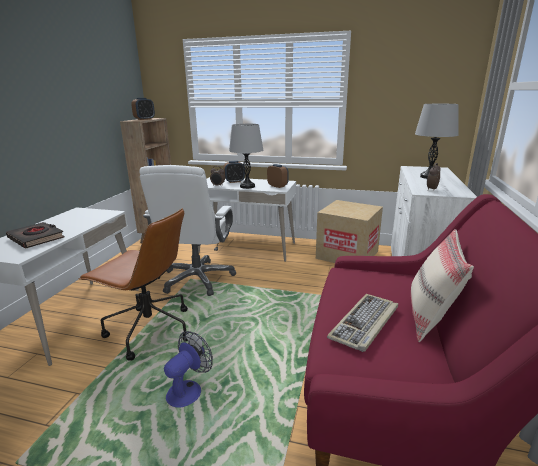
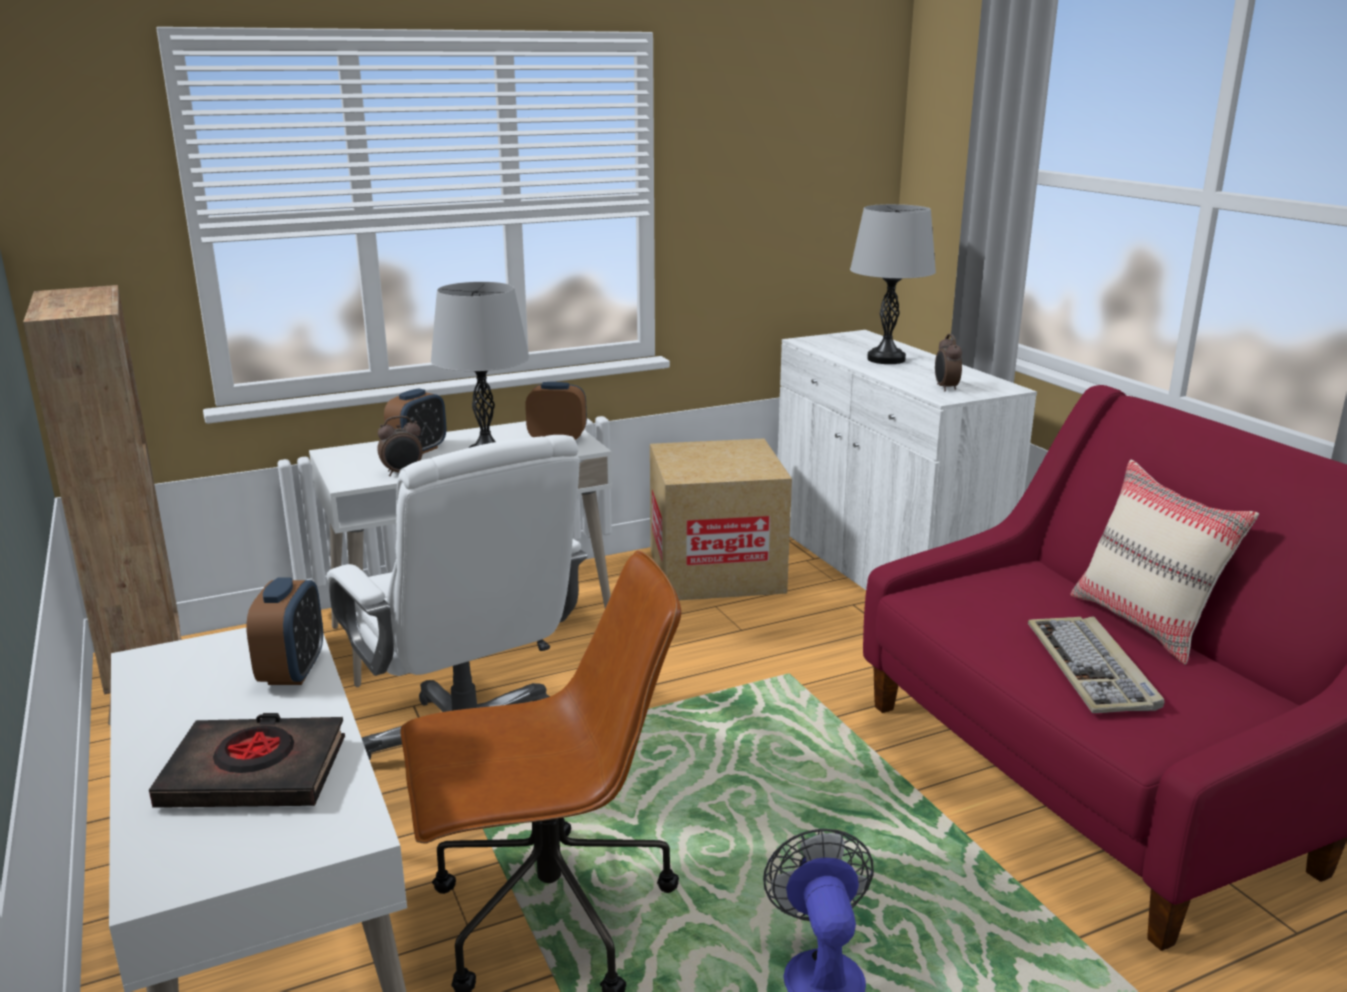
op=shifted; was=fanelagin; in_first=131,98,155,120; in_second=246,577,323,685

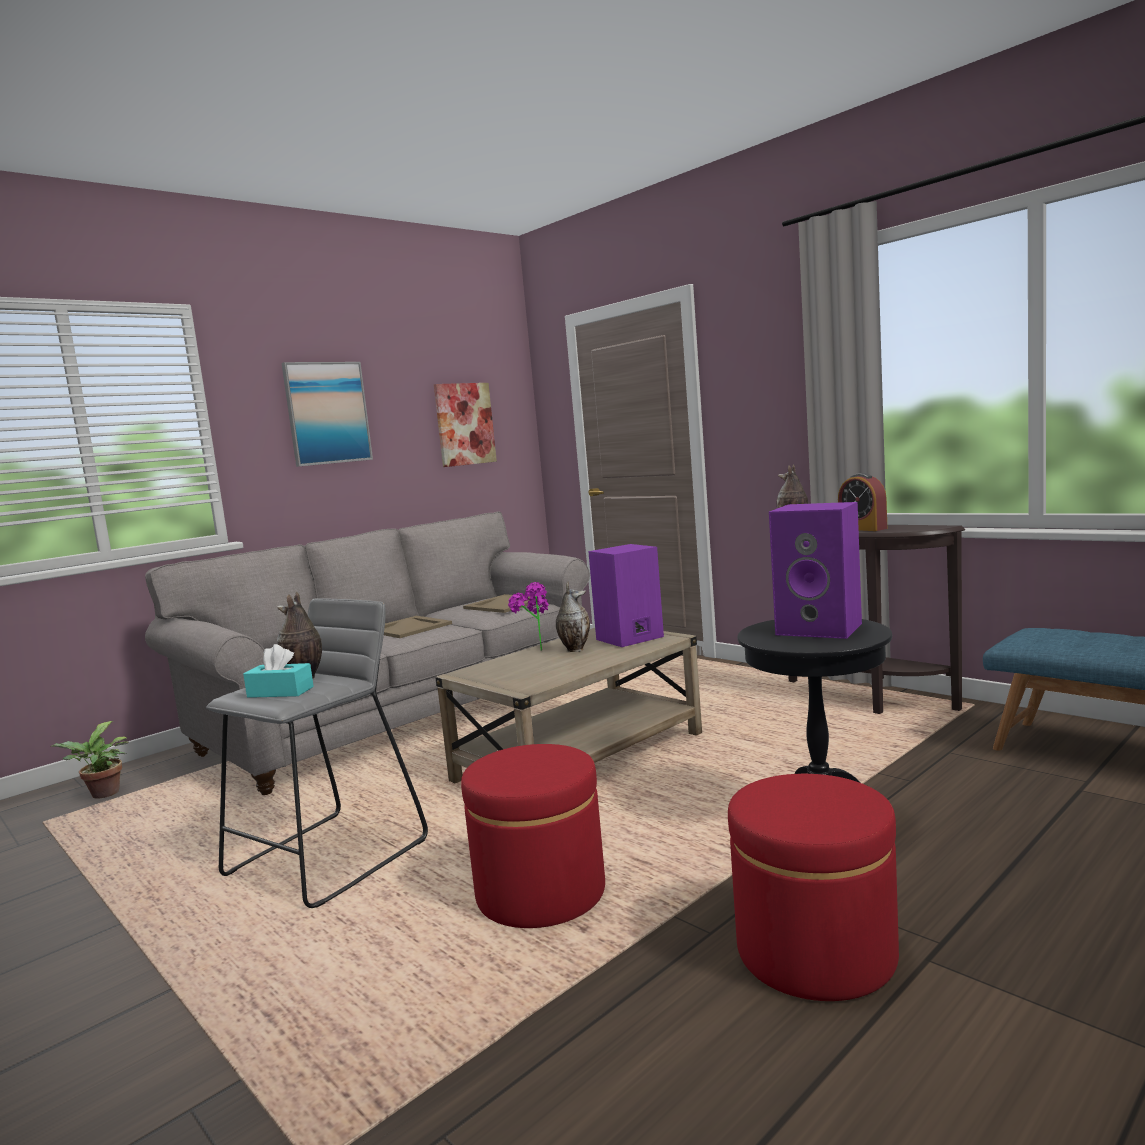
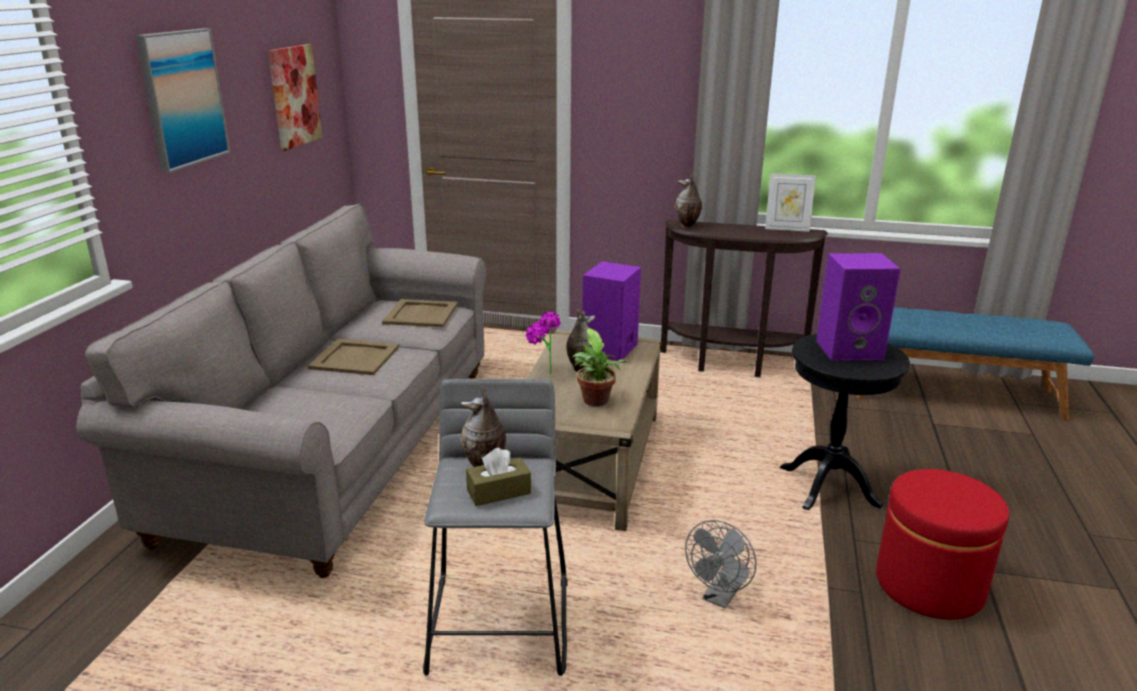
op=shifted; was=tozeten; in_first=50,721,129,799; in_second=572,328,631,406
op=repainted; was=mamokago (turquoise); now=mamokago (brown); in_first=243,644,314,698; in_second=466,448,531,506
op=swapped; was=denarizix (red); now=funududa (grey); in_first=461,744,605,928; in_second=685,520,757,609
op=gone; was=fanelagin; in_first=838,473,887,531
op=new; now=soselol; in_second=765,173,816,232

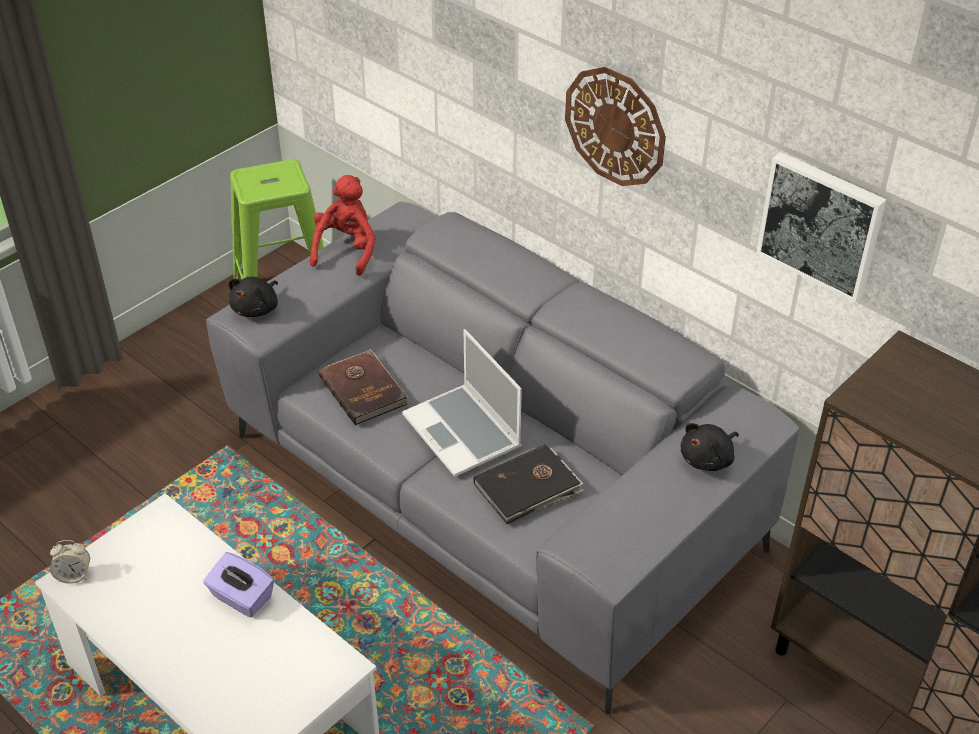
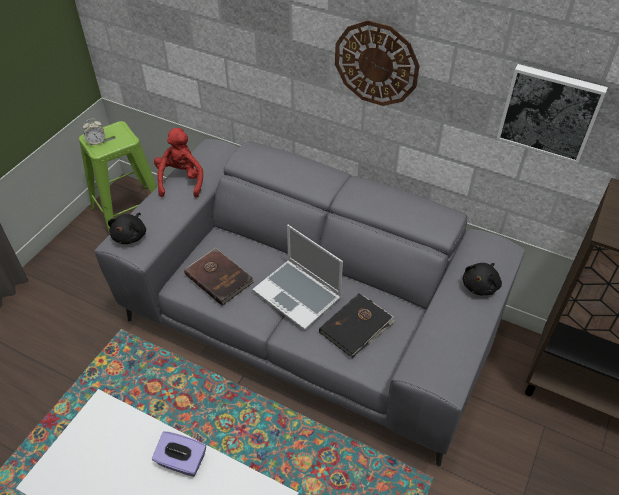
op=shifted; was=fanelagin; in_first=50,540,90,584; in_second=83,119,105,145

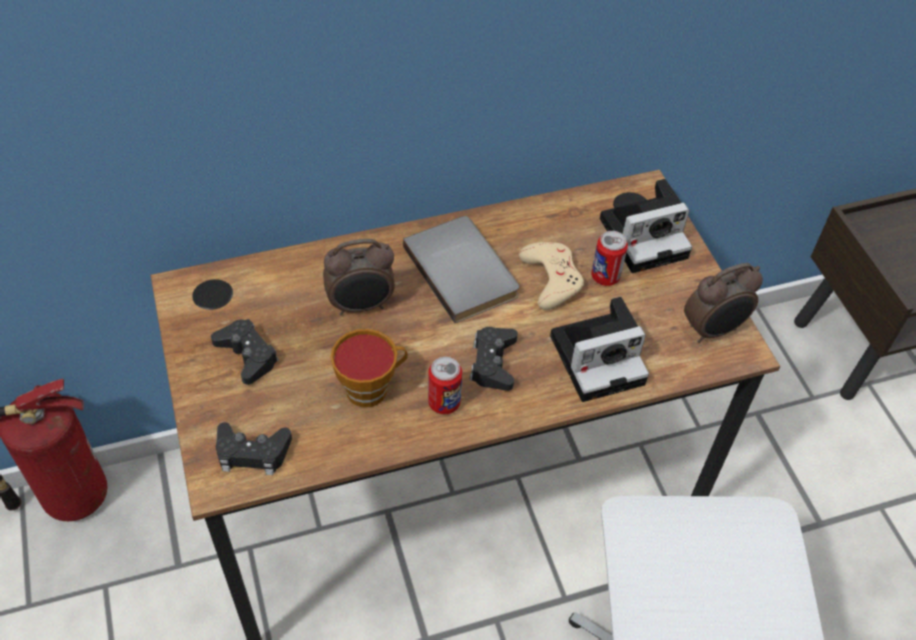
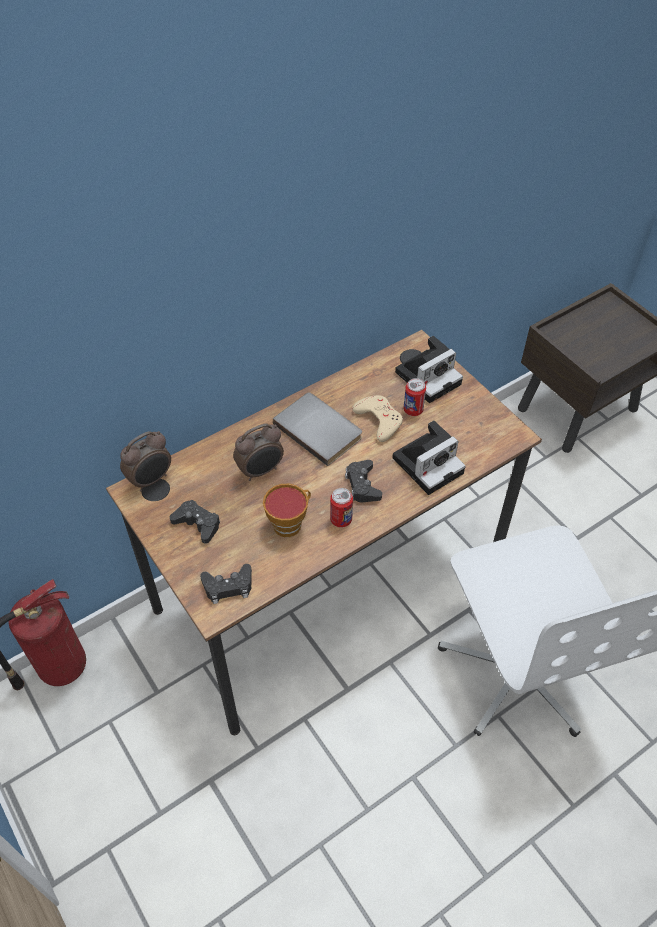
op=shifted; was=fanelagin; in_first=684,263,763,343; in_second=120,431,171,491

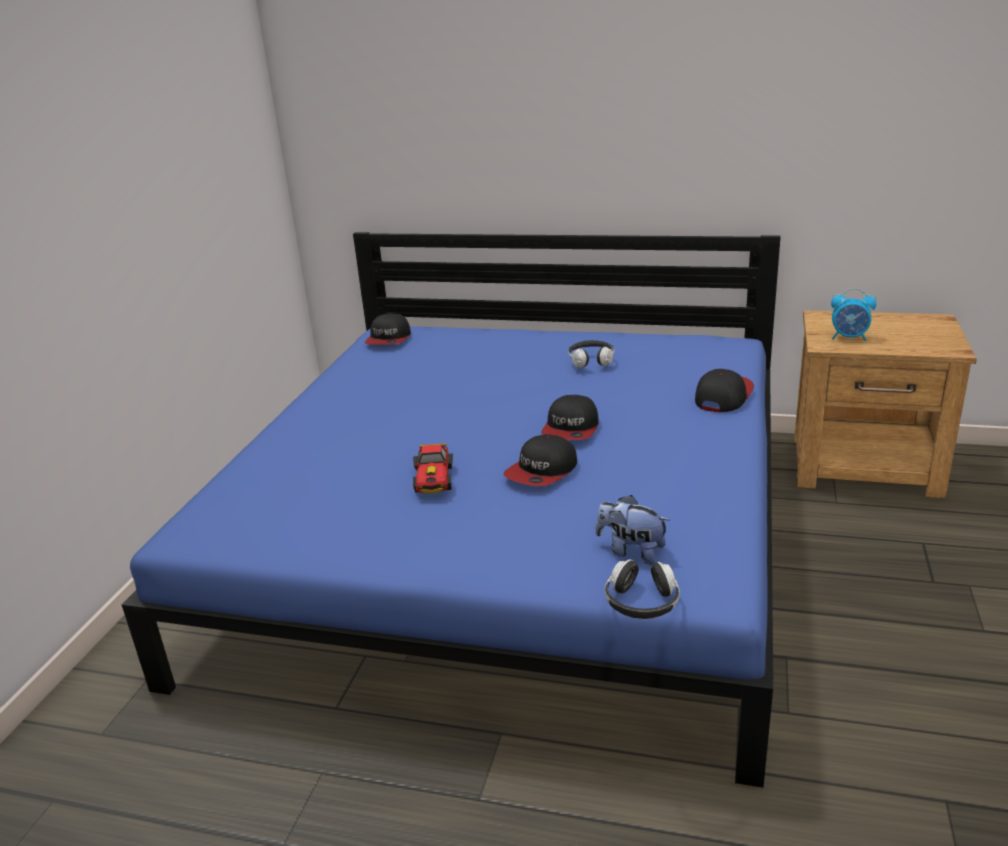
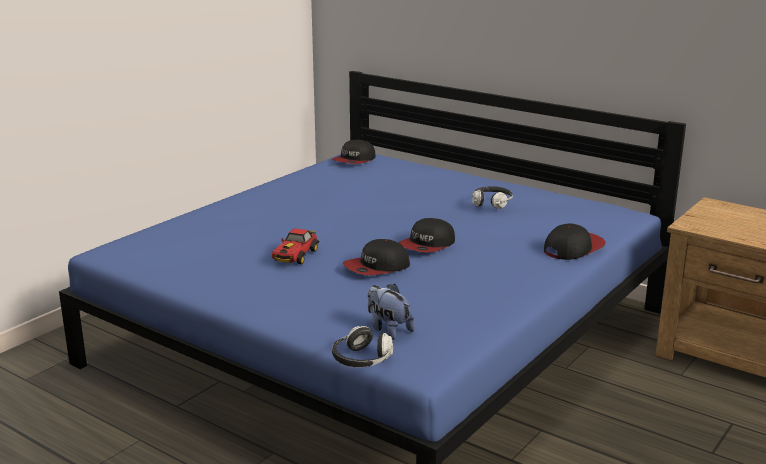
op=gone; was=fanelagin; in_first=831,288,876,341

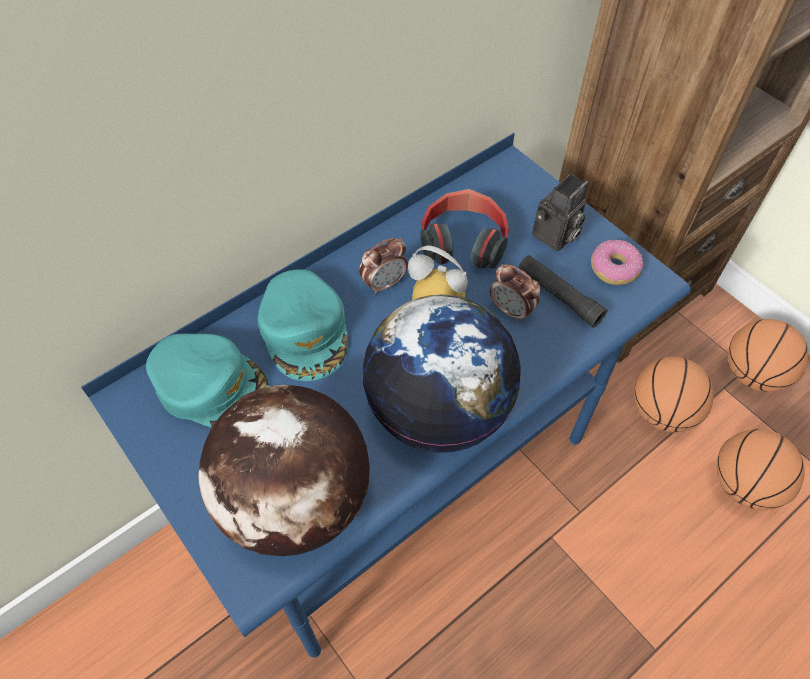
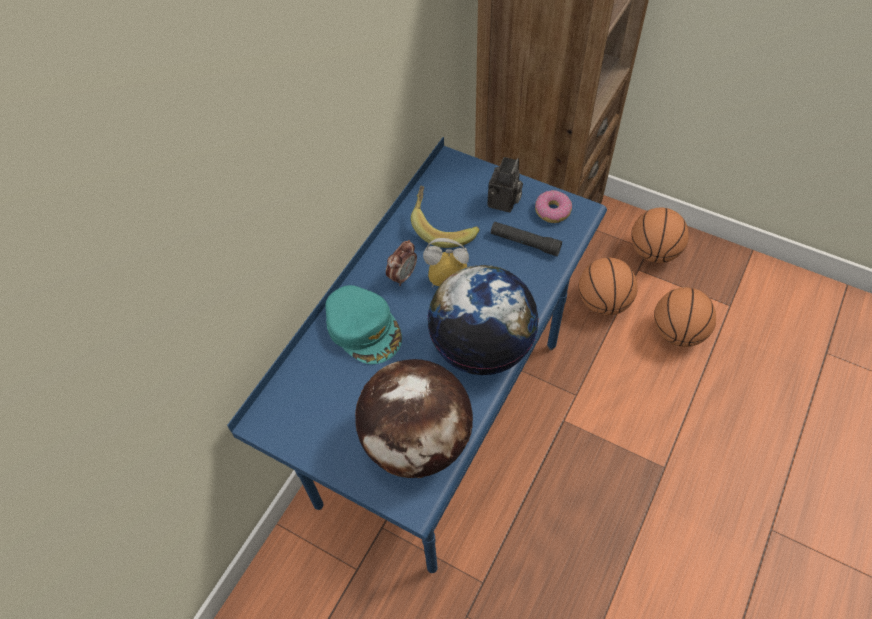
op=gone; was=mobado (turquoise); in_first=146,334,270,427
op=swapped; was=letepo; now=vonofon; in_first=421,189,509,269; in_second=411,186,480,248
op=gone; was=fanelagin; in_first=490,264,541,322

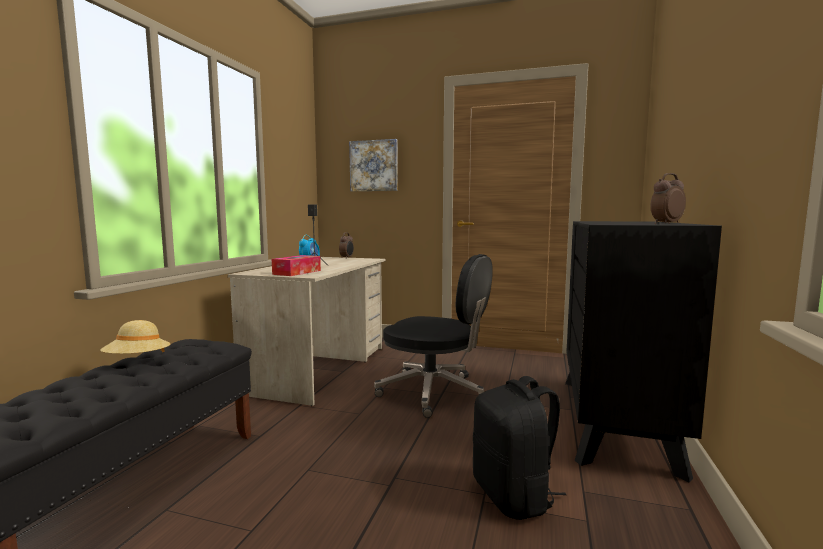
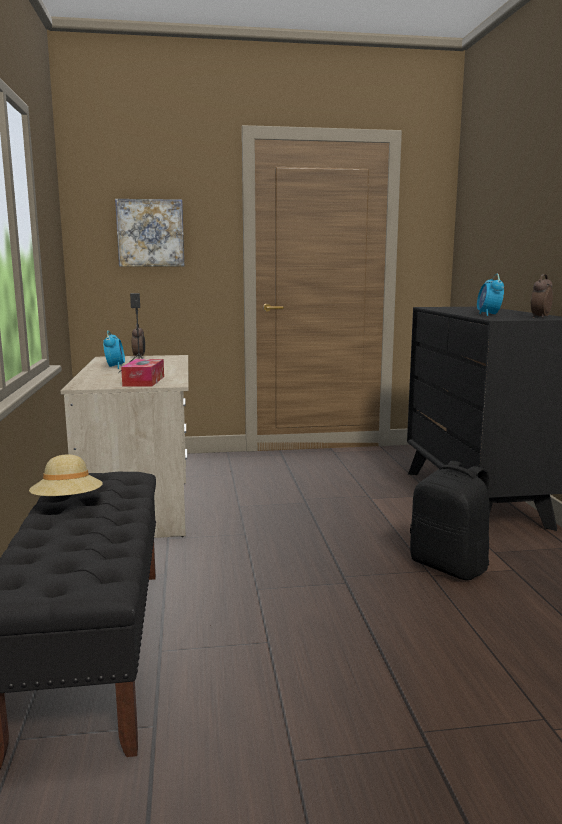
op=gone; was=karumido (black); in_first=374,254,493,418
op=new; now=fanelagin; in_second=477,274,504,316

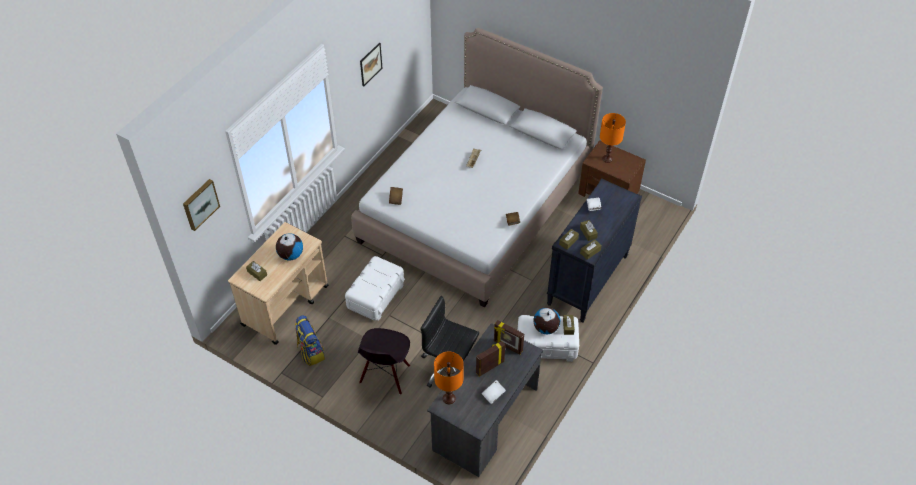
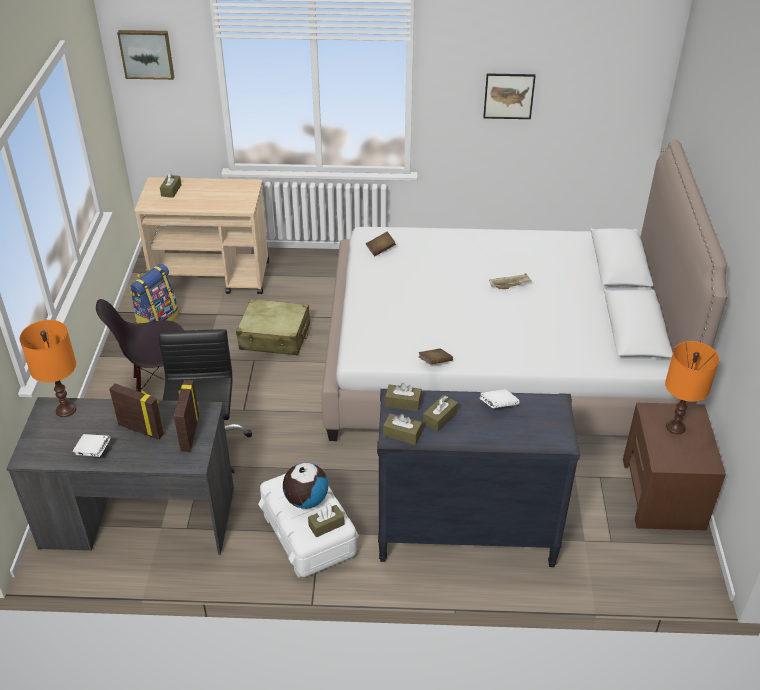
op=gone; was=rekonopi; in_first=276,233,303,260
op=swapped; was=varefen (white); now=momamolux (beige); in_first=345,256,405,321; in_second=236,299,310,355

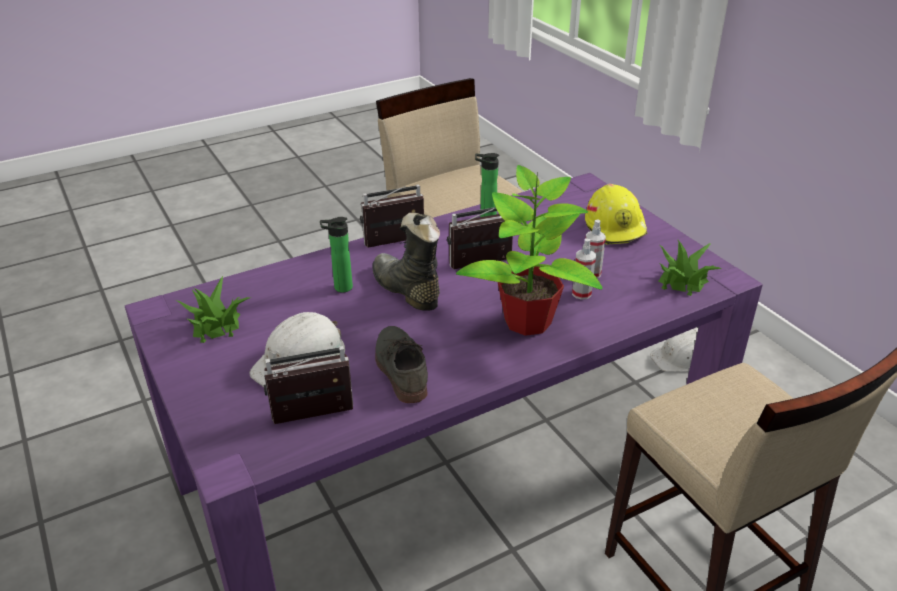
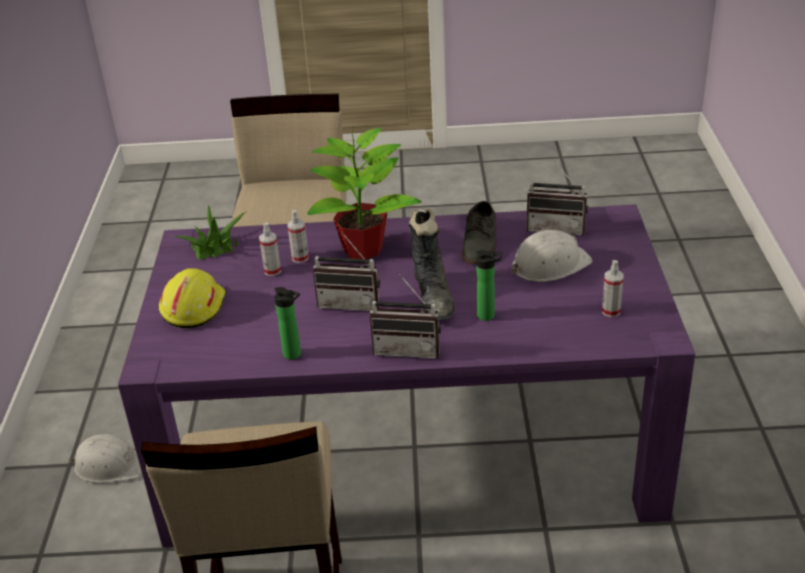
op=swapped; was=tozeten; now=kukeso; in_first=175,276,251,343; in_second=602,260,624,317

